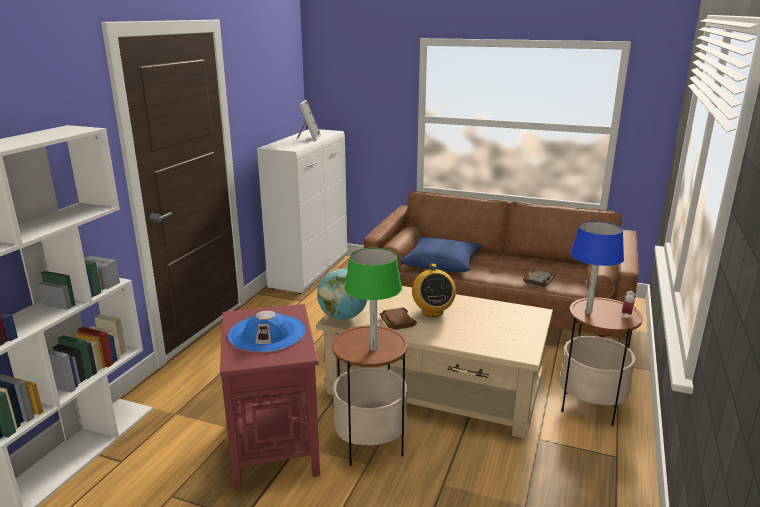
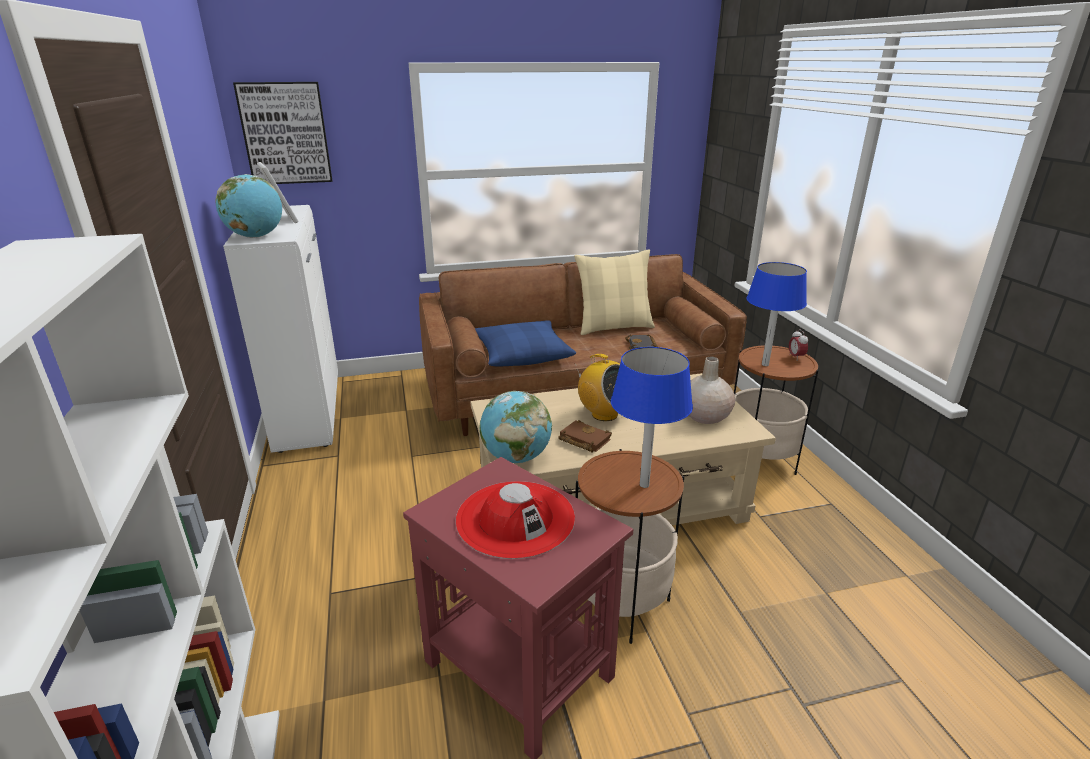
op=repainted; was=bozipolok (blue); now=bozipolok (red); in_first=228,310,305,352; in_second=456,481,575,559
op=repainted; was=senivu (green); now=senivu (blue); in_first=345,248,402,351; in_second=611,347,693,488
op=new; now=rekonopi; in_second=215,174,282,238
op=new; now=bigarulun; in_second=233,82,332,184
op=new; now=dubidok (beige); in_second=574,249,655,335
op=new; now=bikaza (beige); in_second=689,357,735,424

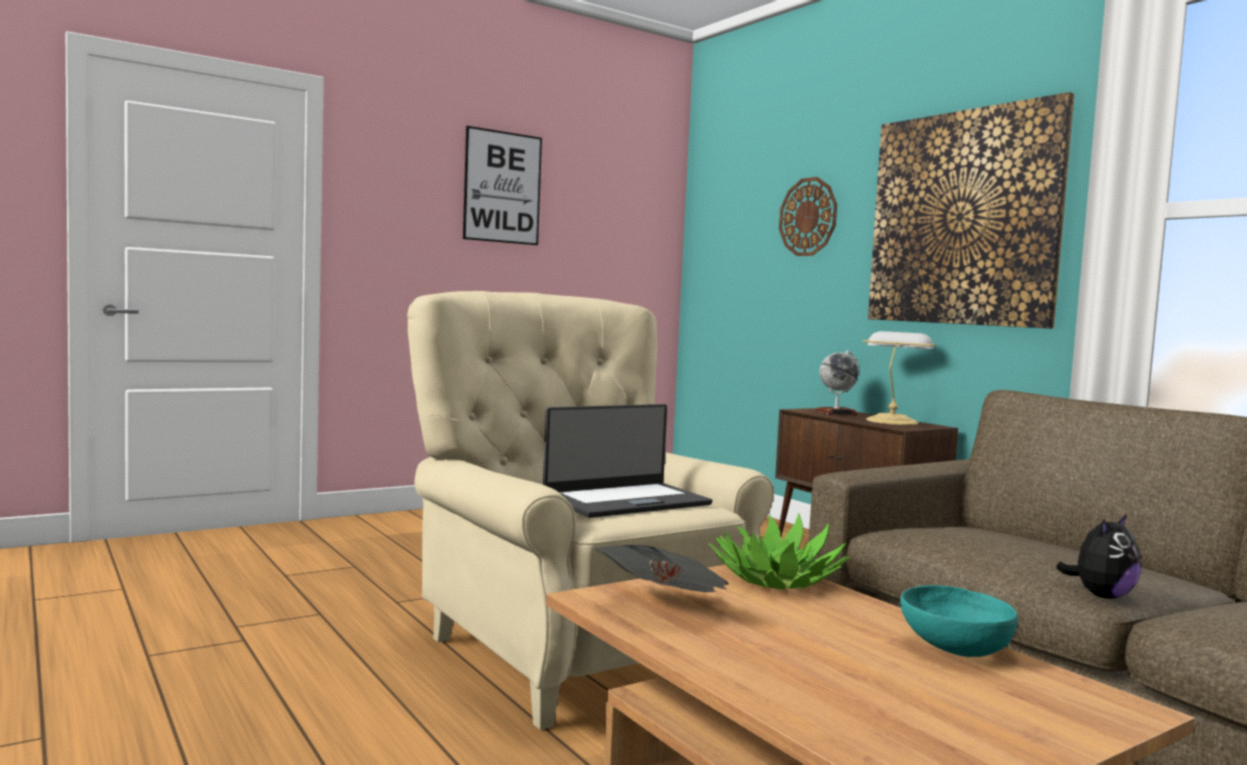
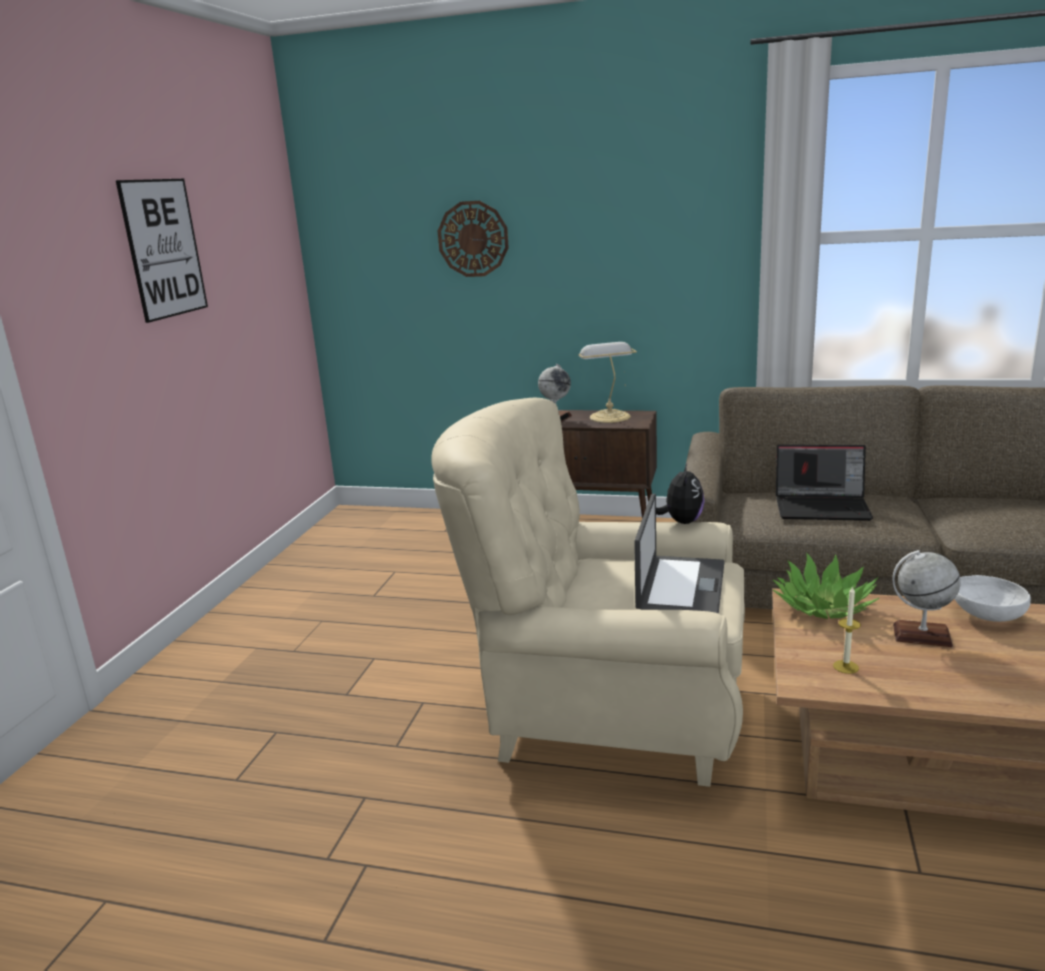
op=swapped; was=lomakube; now=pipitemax; in_first=594,545,728,592; in_second=833,586,861,674
op=gone; was=bigarulun; in_first=868,92,1075,329
op=repainted; was=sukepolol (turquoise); now=sukepolol (white); in_first=900,585,1018,657; in_second=955,575,1031,622
op=shifted; was=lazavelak; in_first=1056,514,1141,599; in_second=656,464,705,524
op=new; now=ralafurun; in_second=776,445,873,521
op=new; now=rekonopi; in_second=892,550,961,647

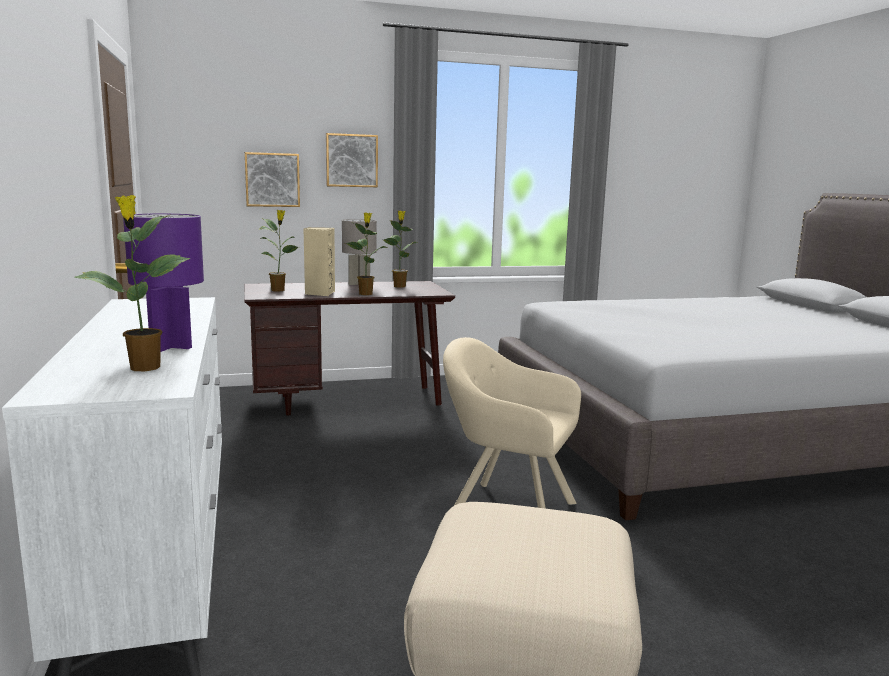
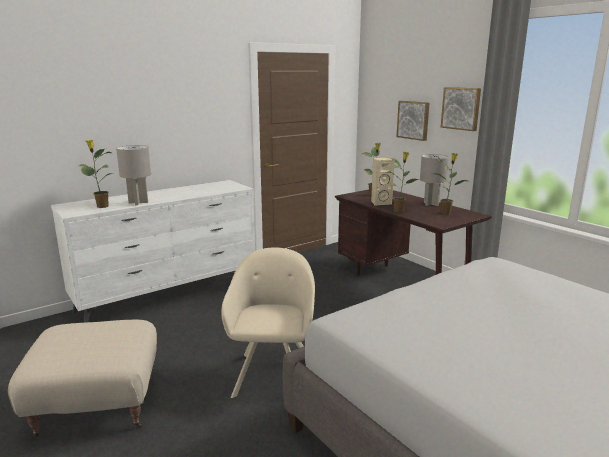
op=repainted; was=senivu (purple); now=senivu (grey); in_first=123,213,204,352; in_second=116,145,151,205

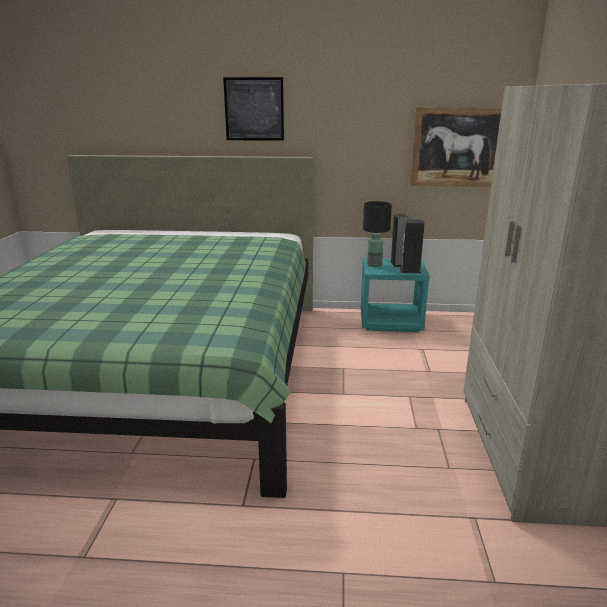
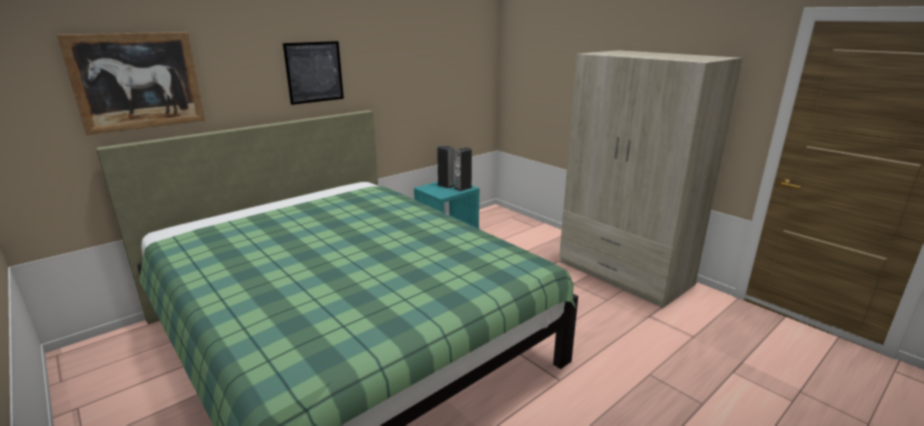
op=gone; was=senivu (black); in_first=363,201,392,267
op=shifted; was=bigarulun; in_first=410,107,502,187; in_second=57,32,205,135

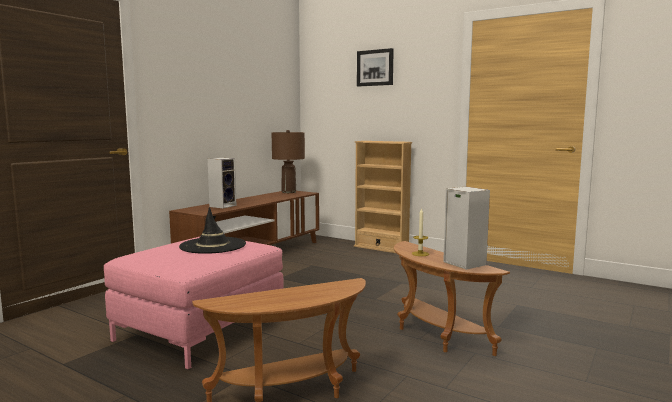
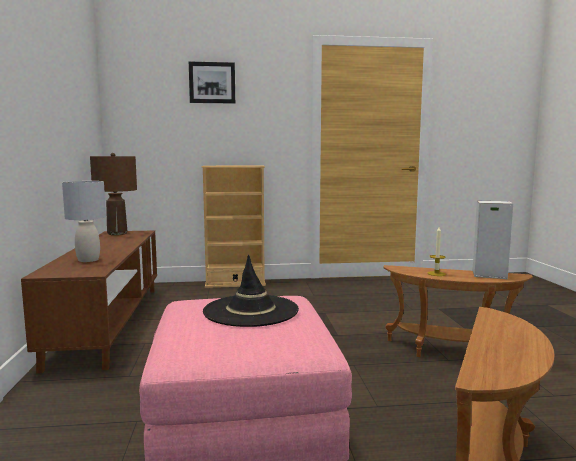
op=swapped; was=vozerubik; now=senivu (grey); in_first=208,158,236,208; in_second=62,181,106,262

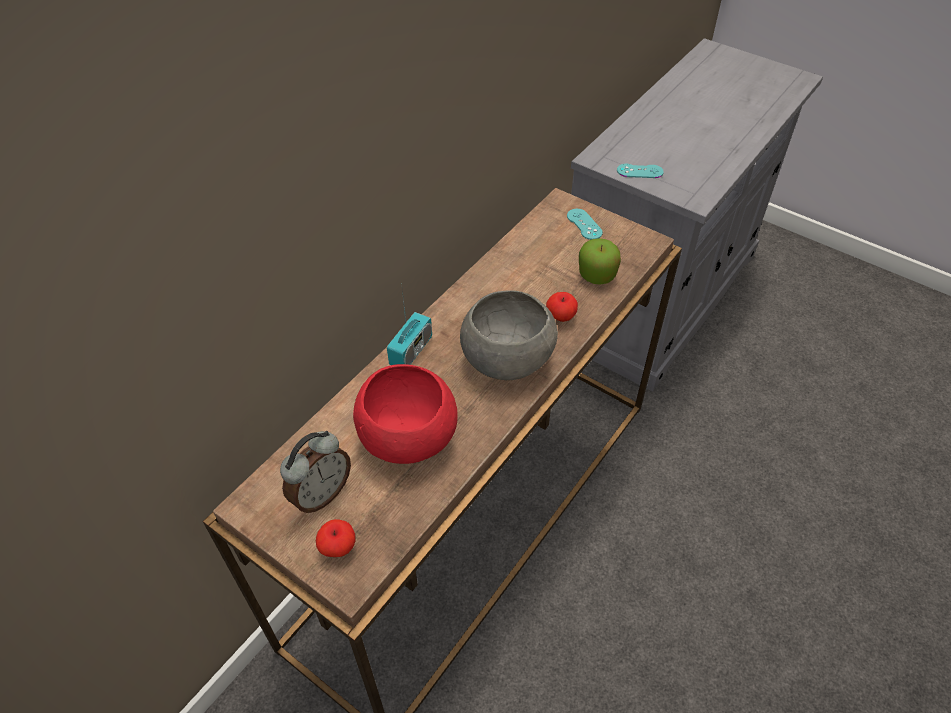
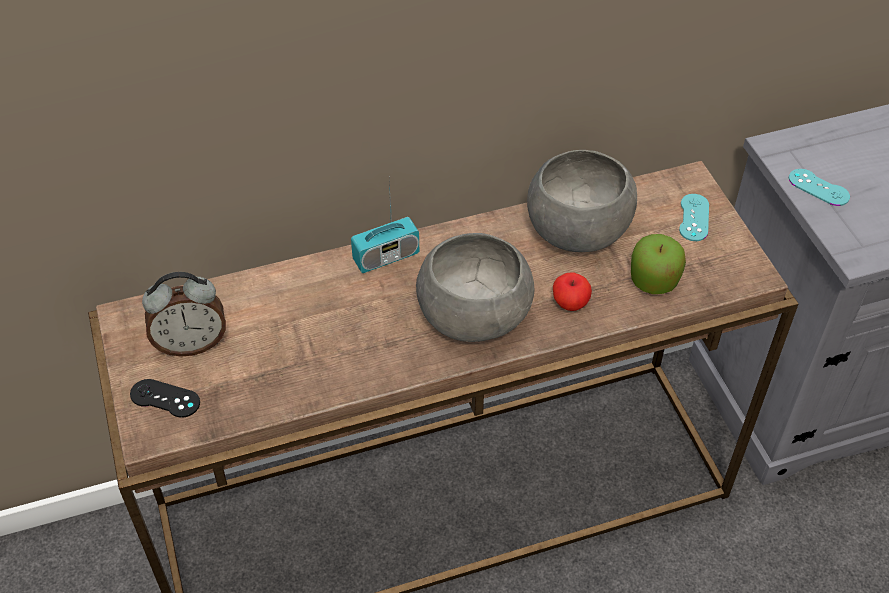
op=swapped; was=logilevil; now=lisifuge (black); in_first=316,519,356,557; in_second=130,379,200,418
op=gone; was=sukepolol (red); in_first=353,364,458,464
op=new; now=sukepolol (grey); in_second=527,150,637,252

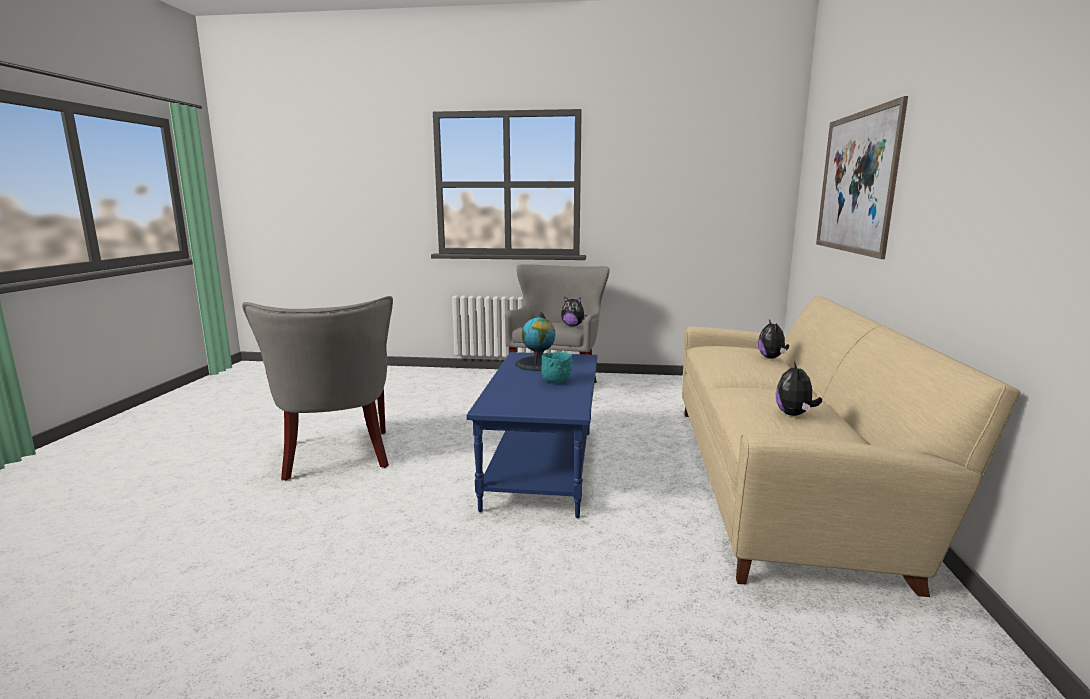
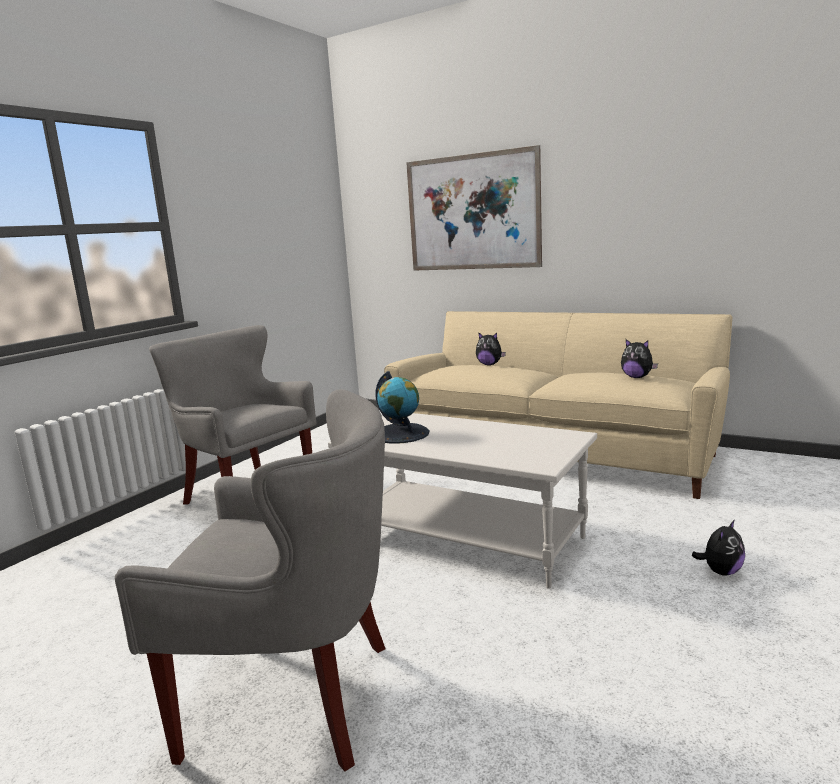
op=repainted; was=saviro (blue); now=saviro (white); in_first=466,352,597,518; in_second=328,413,597,589
op=gone; was=sukepolol (turquoise); in_first=541,352,573,383
op=shifted; was=lazavelak; in_first=561,296,588,326; in_second=692,519,745,576

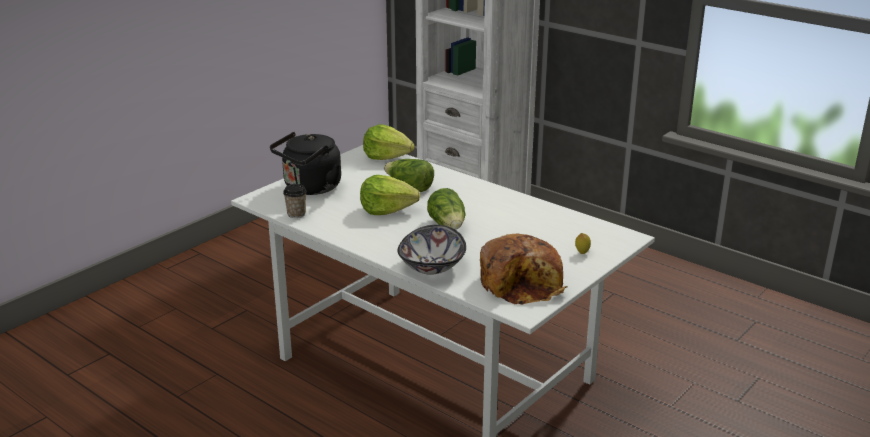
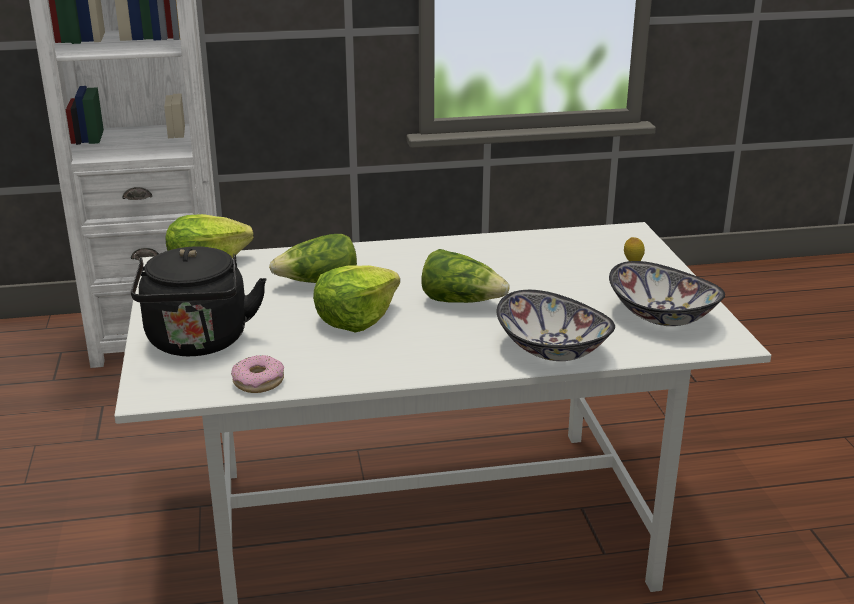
op=swapped; was=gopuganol; now=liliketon; in_first=283,184,307,218; in_second=231,355,284,393
op=swapped; was=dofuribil; now=sukepolol; in_first=480,234,568,305; in_second=609,261,725,326

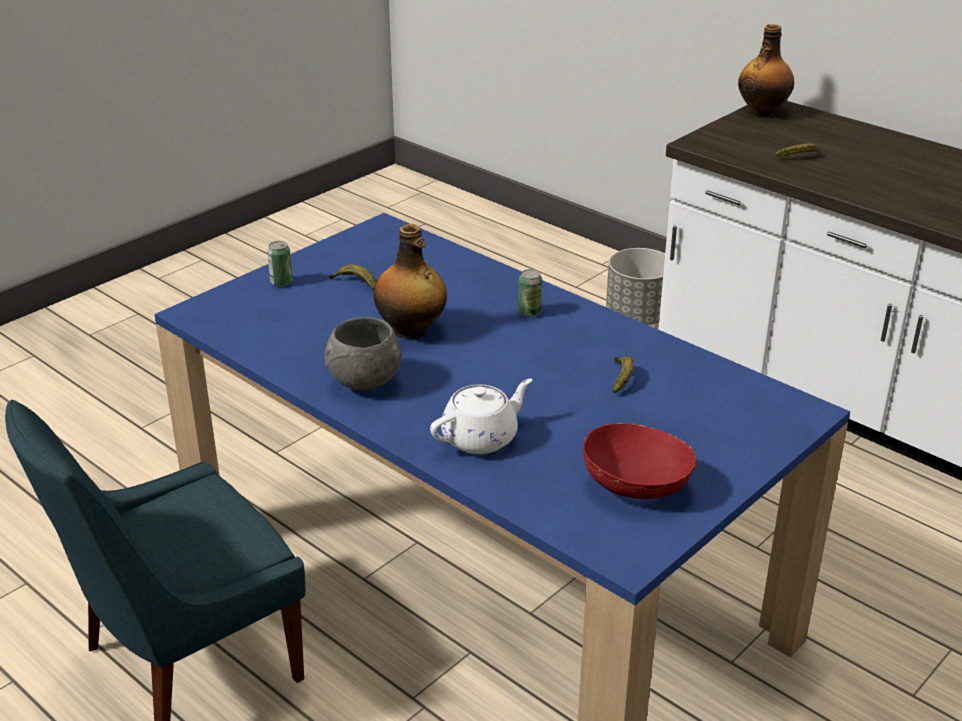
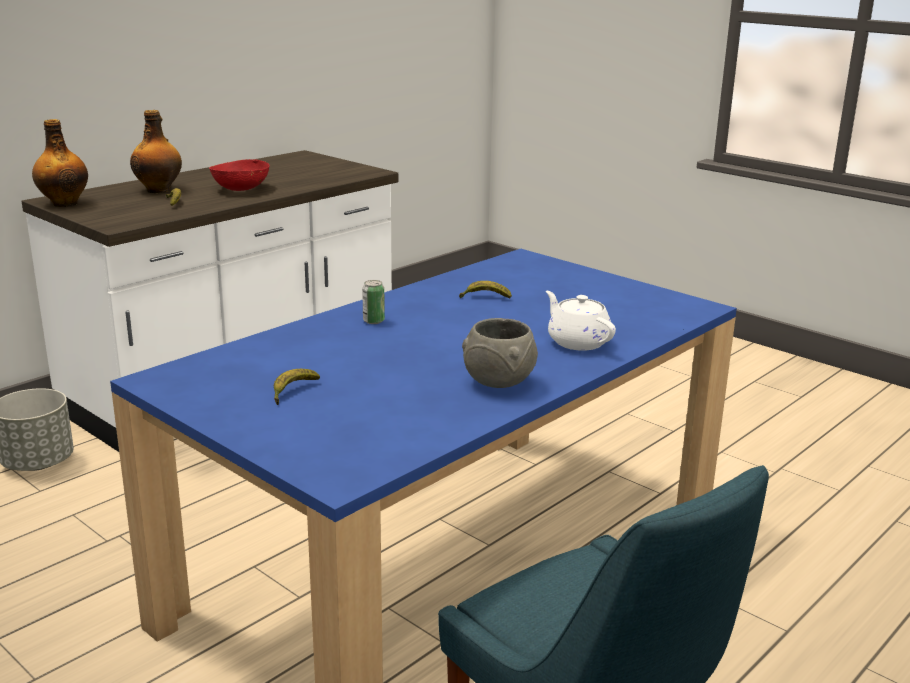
op=gone; was=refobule; in_first=267,241,293,287
op=shifted; was=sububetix; in_first=374,224,447,339; in_second=130,110,182,193
op=shifted; was=sukepolol (red); in_first=583,423,697,499; in_second=209,159,270,191

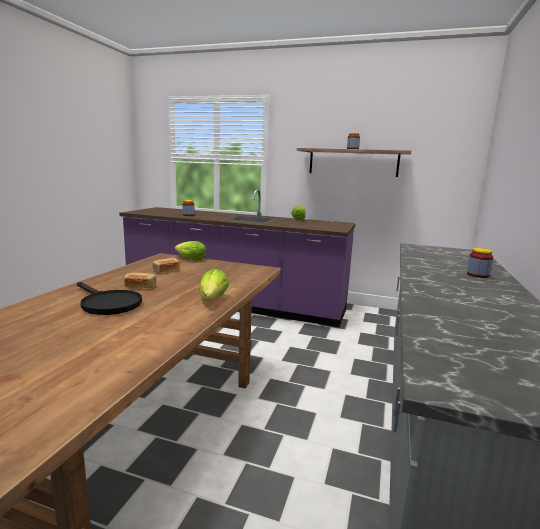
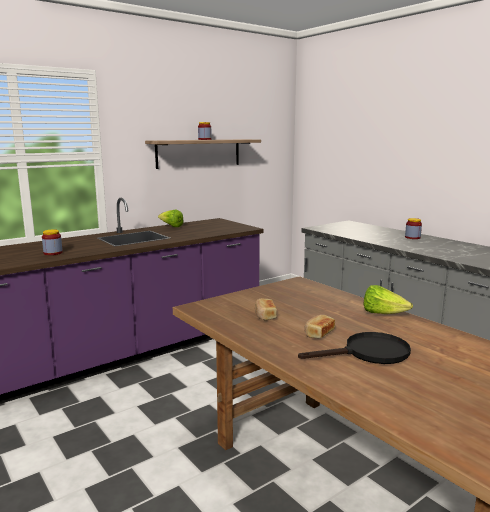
op=gone; was=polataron; in_first=175,241,206,260

